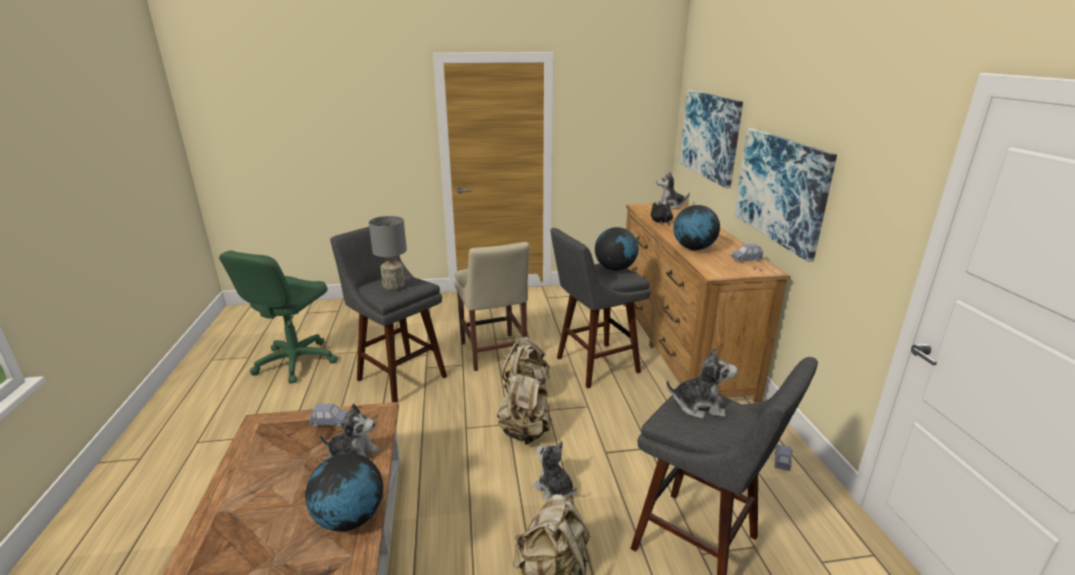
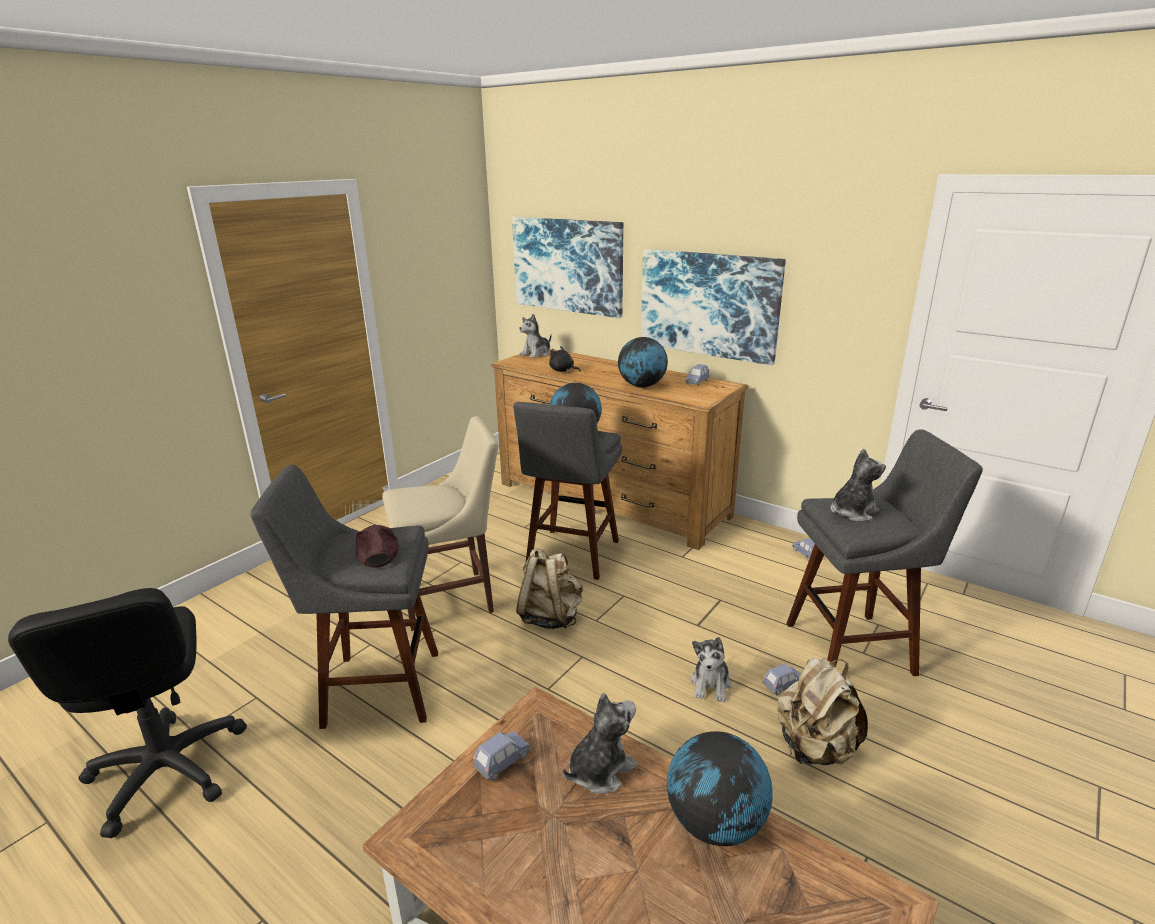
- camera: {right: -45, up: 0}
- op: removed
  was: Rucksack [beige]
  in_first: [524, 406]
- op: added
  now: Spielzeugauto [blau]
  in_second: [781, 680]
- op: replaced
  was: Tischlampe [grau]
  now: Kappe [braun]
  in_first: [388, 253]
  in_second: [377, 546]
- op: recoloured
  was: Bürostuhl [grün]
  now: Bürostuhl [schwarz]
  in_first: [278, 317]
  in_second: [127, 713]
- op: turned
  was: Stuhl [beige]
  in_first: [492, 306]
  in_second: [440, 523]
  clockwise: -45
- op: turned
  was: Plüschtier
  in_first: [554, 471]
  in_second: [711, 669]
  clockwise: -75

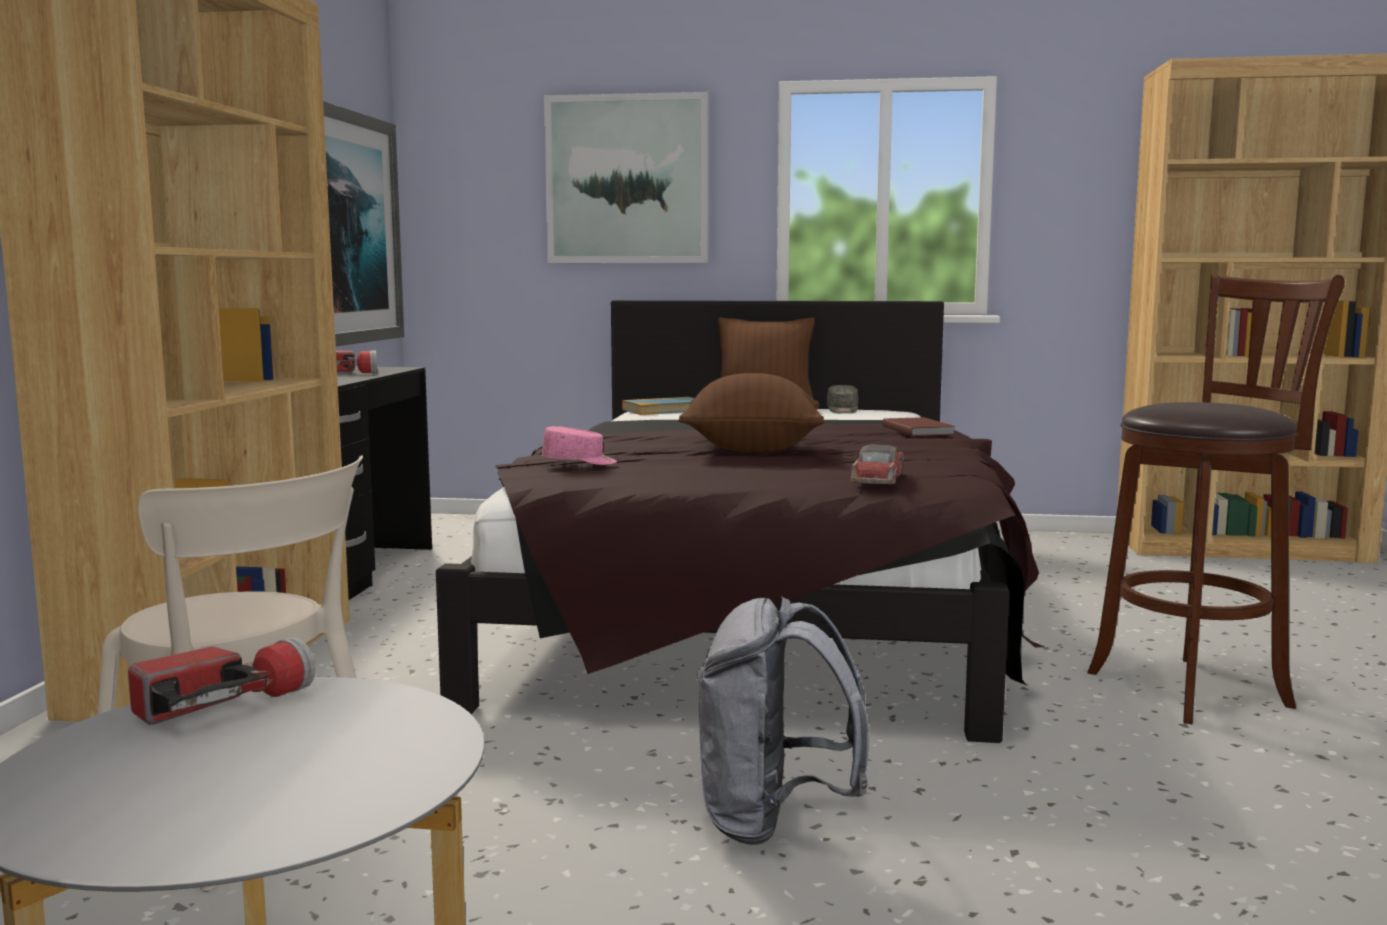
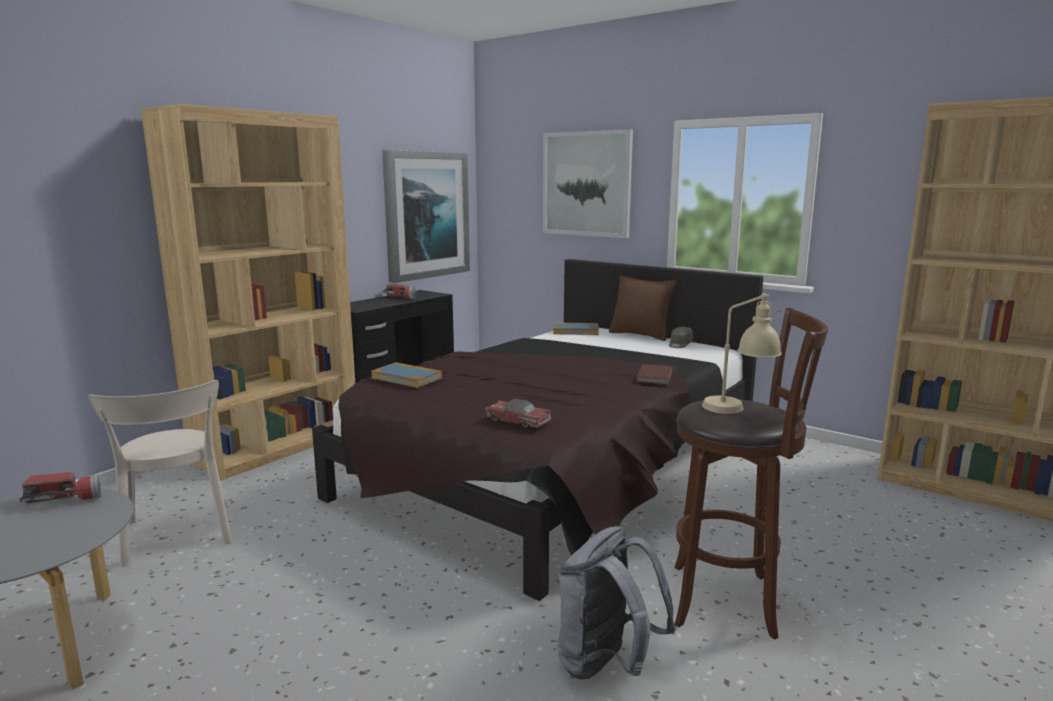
- camera: {right: 30, up: 5}
- op: removed
  was: Kissen [braun]
  in_first: [751, 413]
- op: added
  now: Tischlampe [beige]
  in_second: [742, 353]
- op: moved
  was: Rucksack [grau]
  in_first: [783, 720]
  in_second: [617, 602]
- op: replaced
  was: Kappe [rosa]
  now: Buch
  in_first: [579, 445]
  in_second: [406, 375]
- op: turned
  was: Spielzeugauto
  in_first: [877, 465]
  in_second: [518, 413]
  clockwise: -105

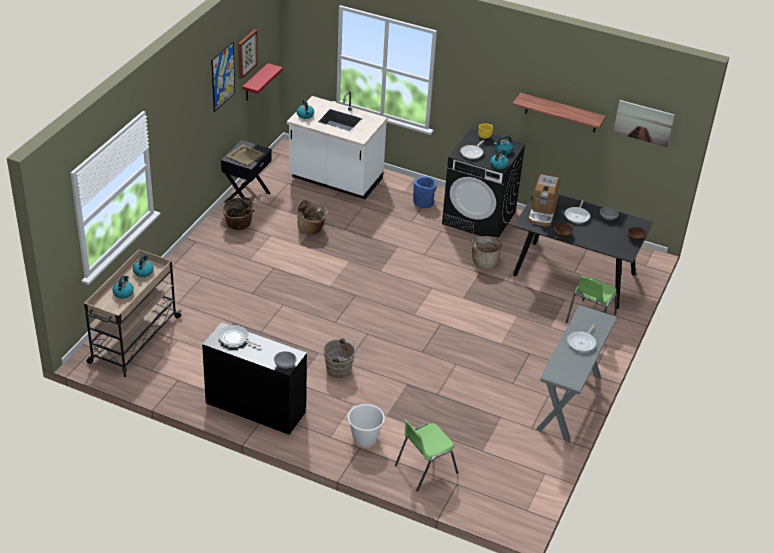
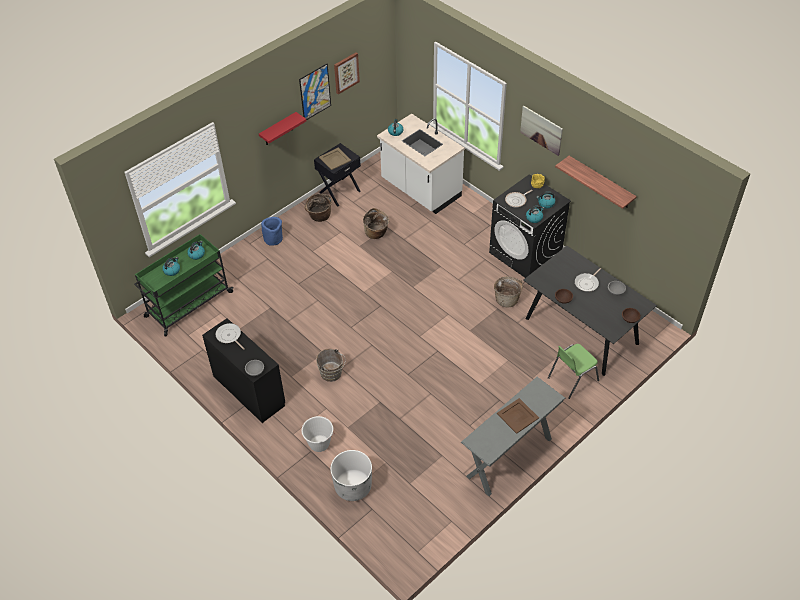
- camera: {right: 25, up: 10}
- op: removed
  was: Kaffeemaschine
  in_first: [544, 200]
- op: moved
  was: Wandregal [rot]
  in_first: [262, 82]
  in_second: [282, 128]
- op: moved
  was: Pflanzkübel [blau]
  in_first: [425, 192]
  in_second: [272, 231]
- op: moved
  was: Bild
  in_first: [644, 123]
  in_second: [541, 131]
- op: replaced
  was: Stuhl [grün]
  now: Pflanzkübel [weiß]
  in_first: [426, 455]
  in_second: [351, 475]
- op: replaced
  was: Pfanne
  now: Tablett [braun]
  in_first: [581, 338]
  in_second: [518, 416]
- op: recoloured
  was: Rollwagen [beige]
  now: Rollwagen [grün]
  in_first: [133, 313]
  in_second: [184, 285]

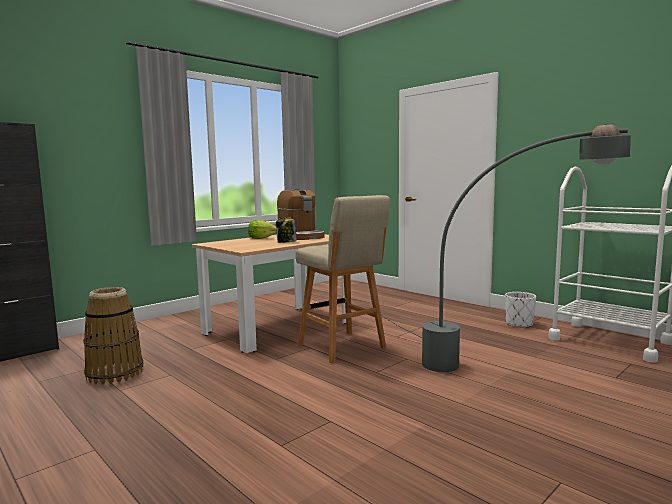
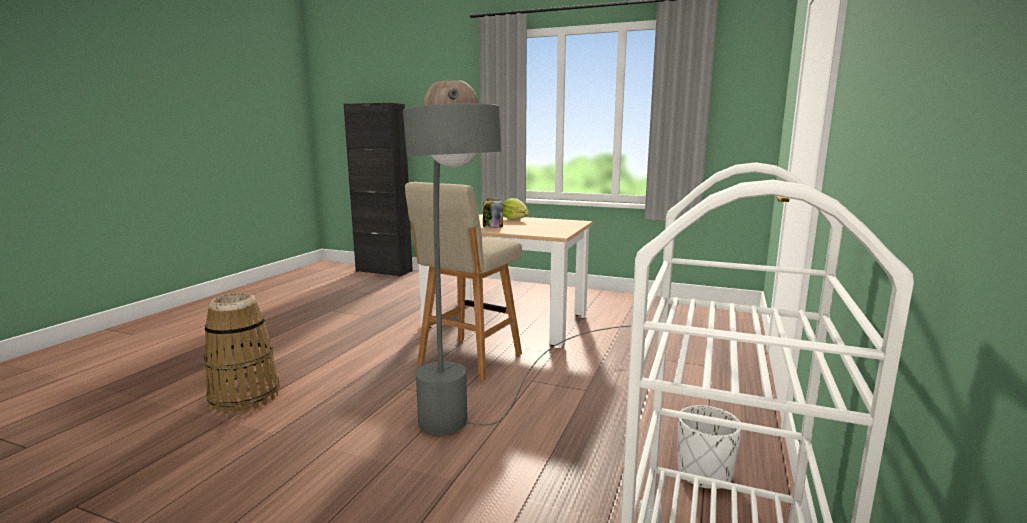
- camera: {right: 65, up: 5}
- op: removed
  was: Kaffeemaschine
  in_first: [301, 214]
- op: moved
  was: Korb
  in_first: [113, 336]
  in_second: [242, 353]

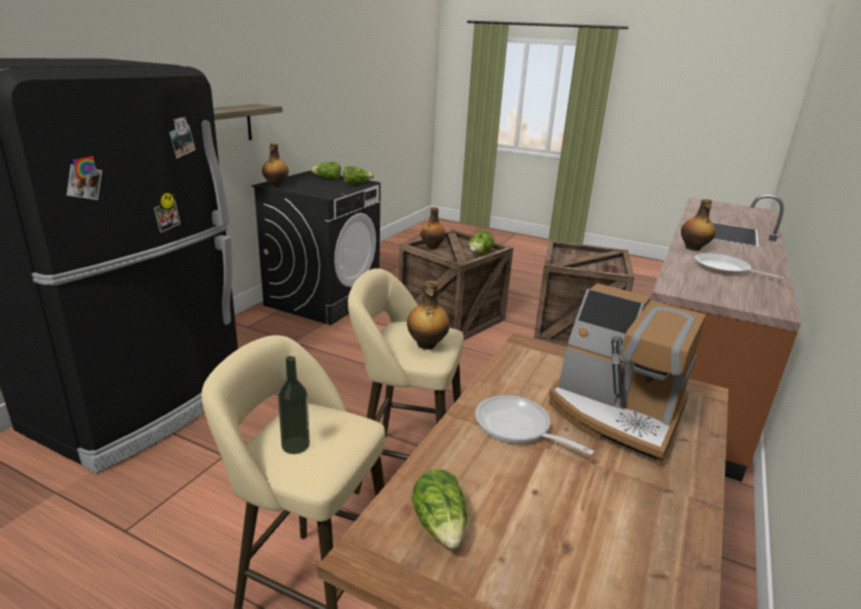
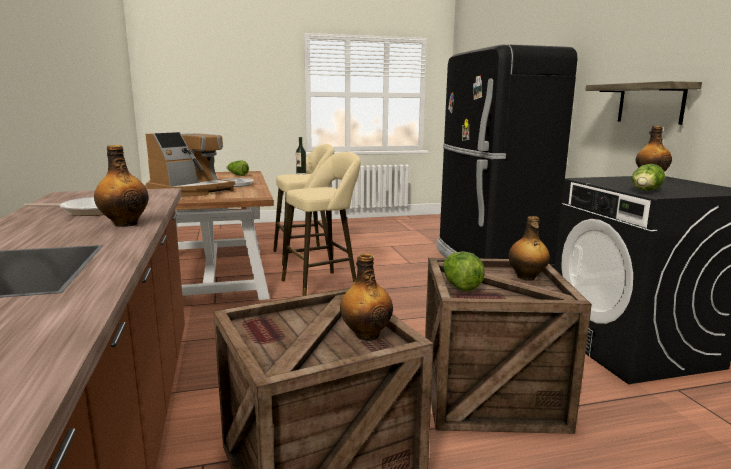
- camera: {right: 140, up: -10}
- op: removed
  was: Salatkopf
  in_first: [326, 171]
- op: moved
  was: Flasche
  in_first: [428, 315]
  in_second: [366, 297]
- op: turned
  was: Kaffeemaschine
  in_first: [627, 375]
  in_second: [190, 164]
  clockwise: 135

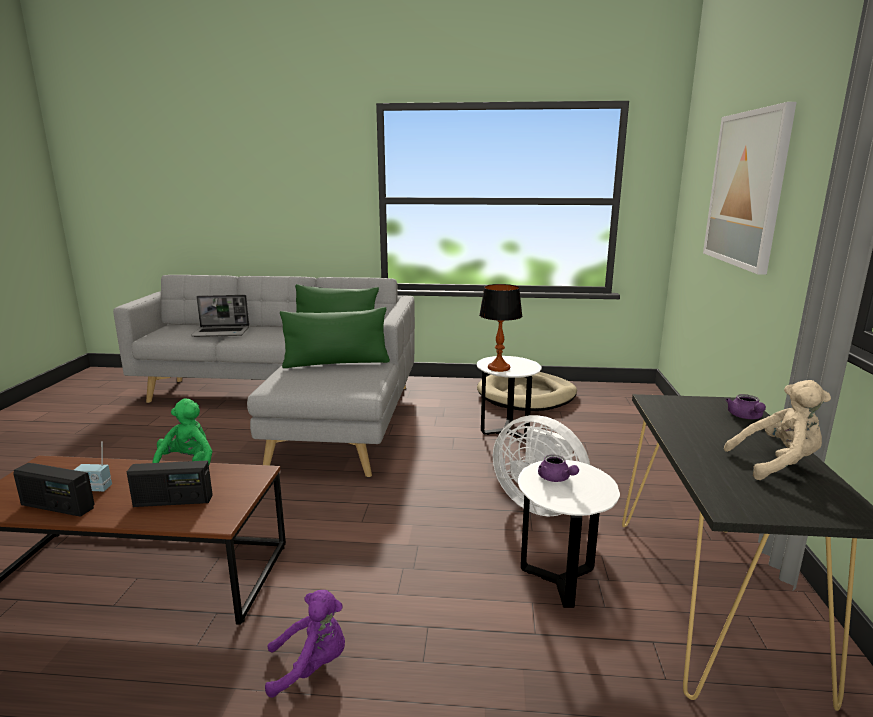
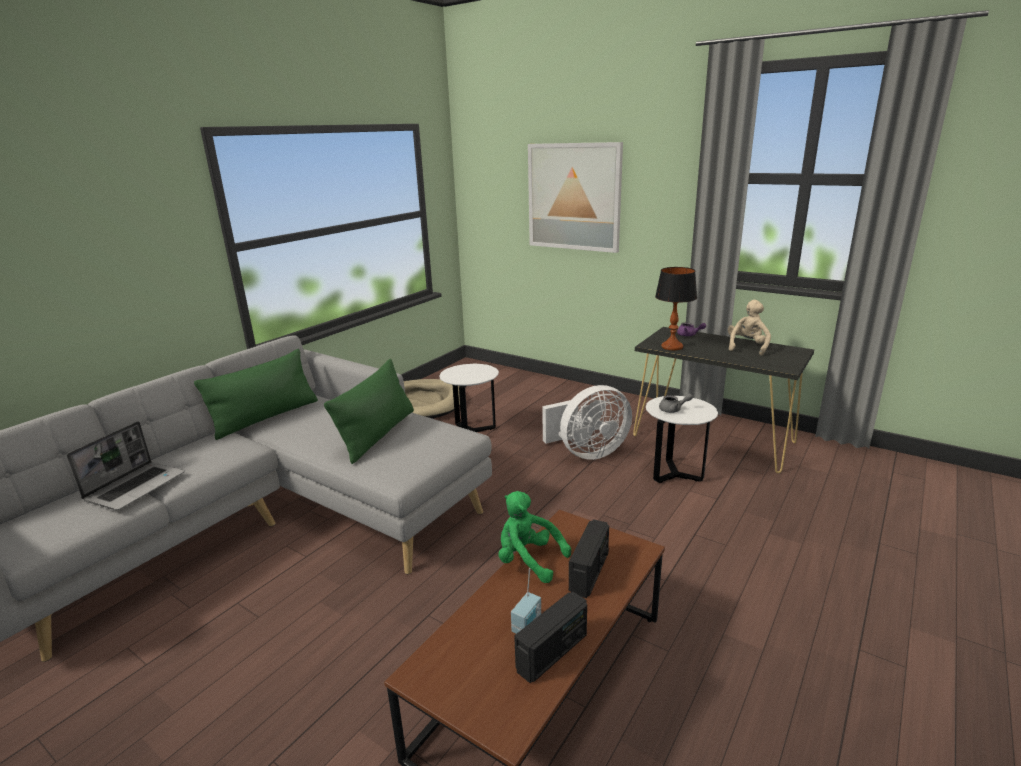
- camera: {right: -60, up: 5}
- op: removed
  was: Plüschtier [lila]
  in_first: [305, 644]
- op: moved
  was: Tischlampe
  in_first: [501, 328]
  in_second: [676, 308]
- op: recoloured
  was: Teekanne [lila]
  now: Teekanne [grau]
  in_first: [558, 468]
  in_second: [676, 403]

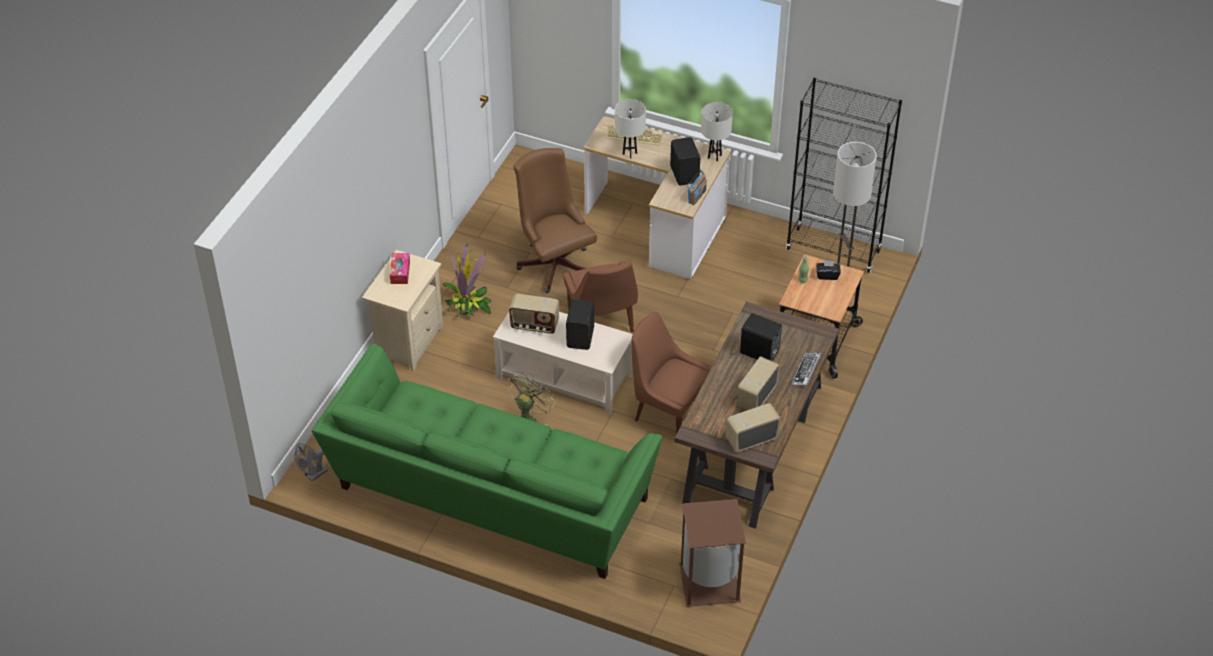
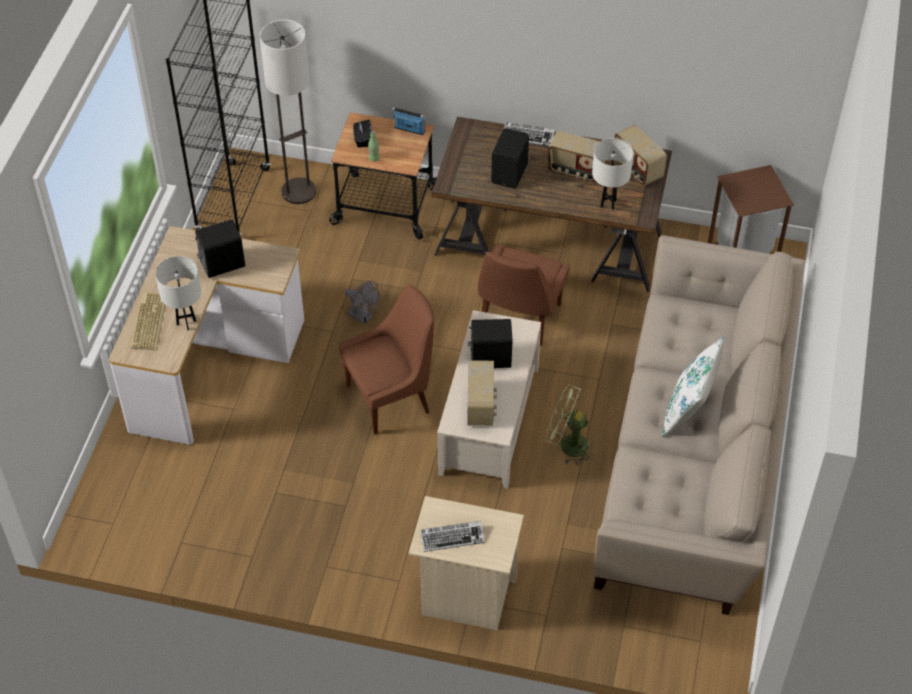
- camera: {right: -100, up: 5}
- op: removed
  was: Topfpflanze
  in_first: [466, 280]
- op: removed
  was: Bürostuhl [braun]
  in_first: [555, 220]
- op: added
  now: Kissen [weiß]
  in_second: [693, 387]
- op: moved
  was: Ventilator [grau]
  in_first: [311, 462]
  in_second: [362, 302]
- op: moved
  was: Radio
  in_first: [697, 187]
  in_second: [409, 121]
- op: moved
  was: Tischlampe [weiß]
  in_first: [717, 131]
  in_second: [613, 174]
- op: replaced
  was: Taschentuchbox
  now: Tastatur
  in_first: [400, 268]
  in_second: [452, 536]
- op: recoloured
  was: Sofa [grün]
  now: Sofa [beige]
  in_first: [487, 461]
  in_second: [699, 425]

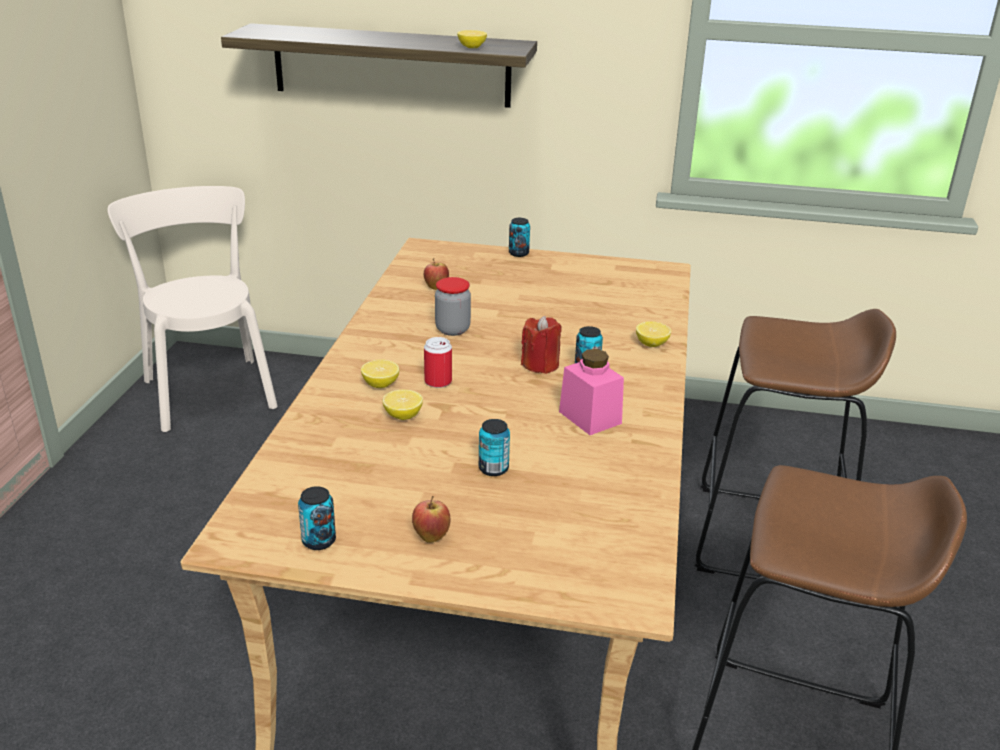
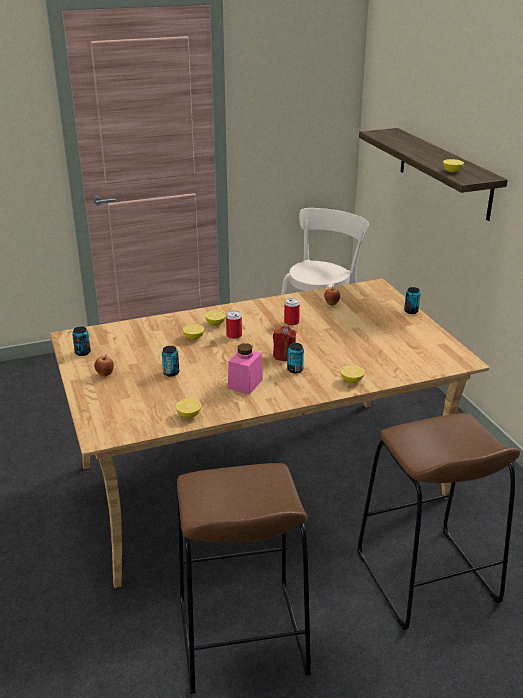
- camera: {right: 60, up: 0}
- op: added
  now: Zitrone
  in_second: [188, 408]
- op: replaced
  was: Vorratsglas
  now: Dose
  in_first: [453, 306]
  in_second: [292, 312]

